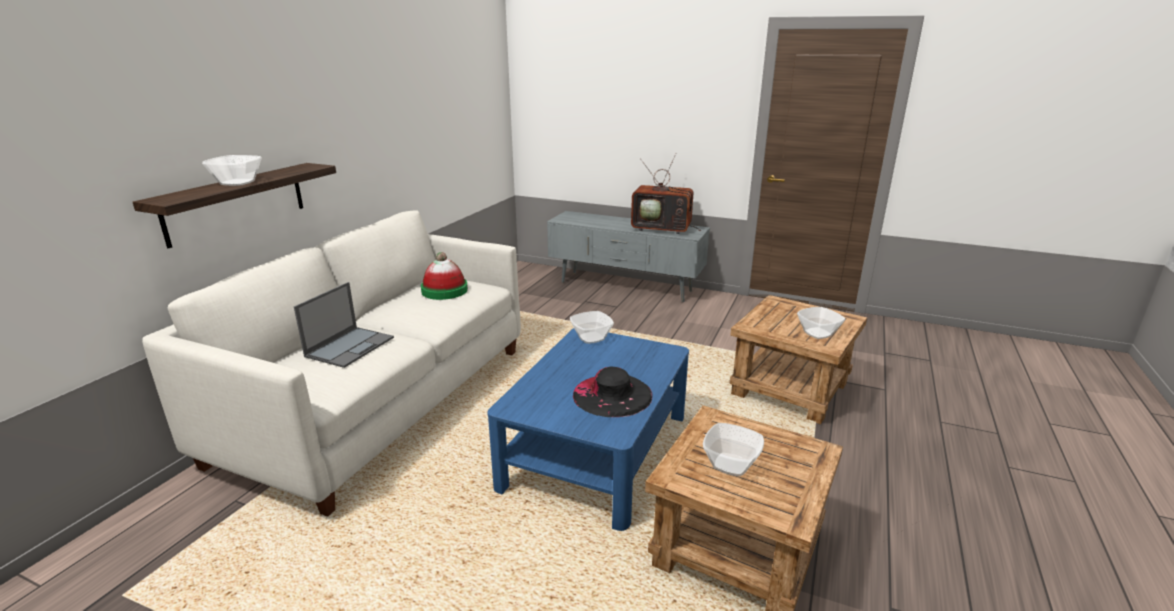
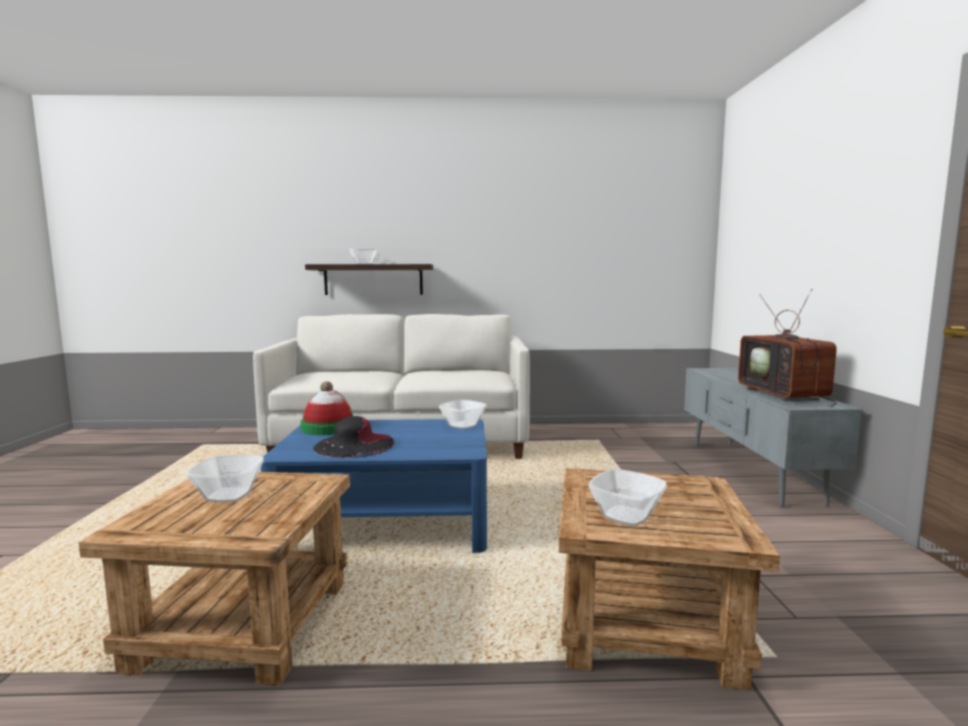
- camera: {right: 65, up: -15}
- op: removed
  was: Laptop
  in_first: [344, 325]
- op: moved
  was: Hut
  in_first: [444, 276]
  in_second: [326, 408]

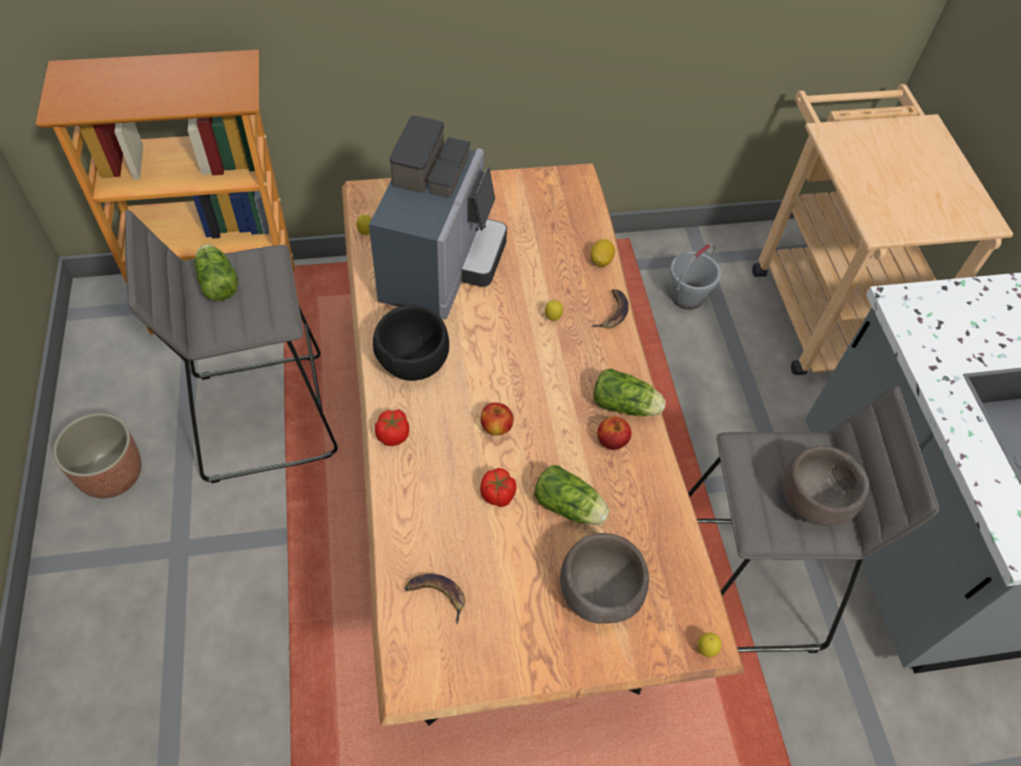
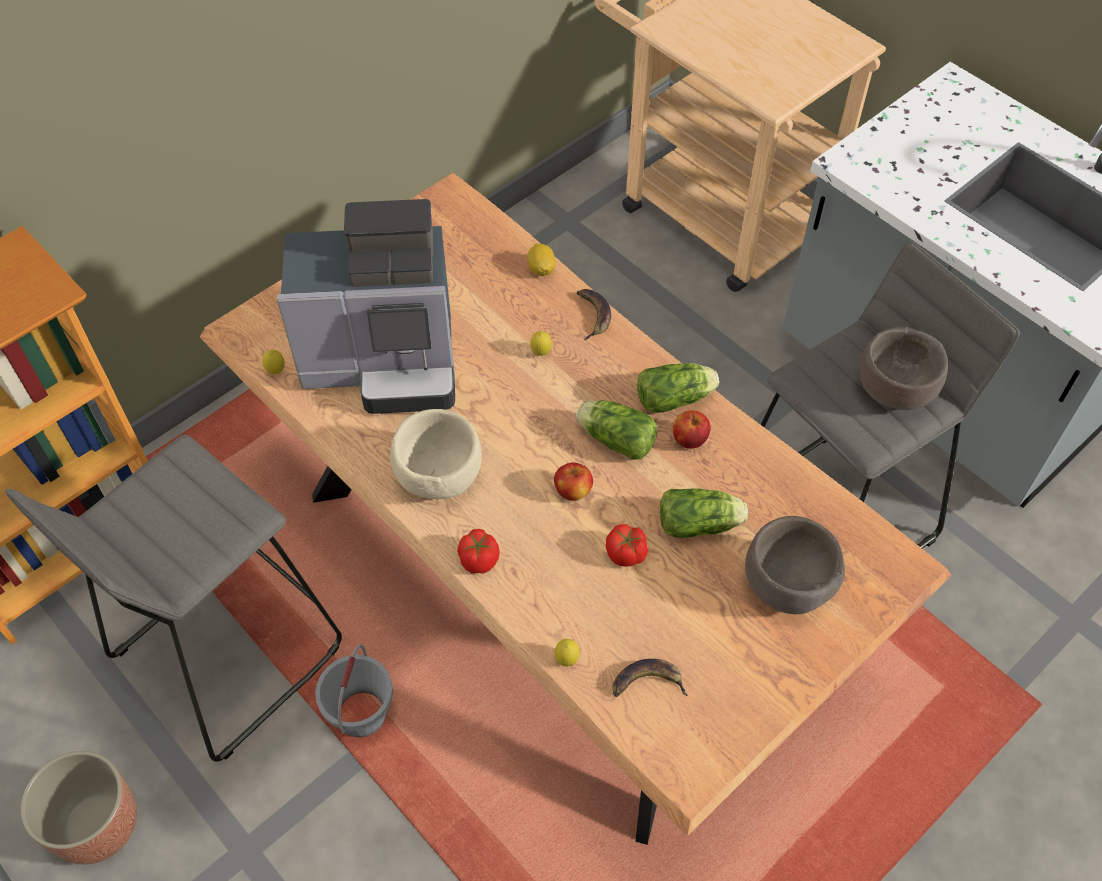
- camera: {right: -30, up: 0}
- op: moved
  was: Salatkopf
  in_first: [216, 272]
  in_second: [616, 430]
- op: moved
  was: Eimer [grau]
  in_first: [695, 276]
  in_second: [354, 690]
- op: moved
  was: Zitrone
  in_first: [710, 644]
  in_second: [567, 652]
- op: recoloured
  was: Schüssel [schwarz]
  now: Schüssel [beige]
  in_first: [411, 343]
  in_second: [436, 454]
- op: turned
  was: Kaffeemaschine
  in_first: [438, 217]
  in_second: [366, 306]
  clockwise: 105

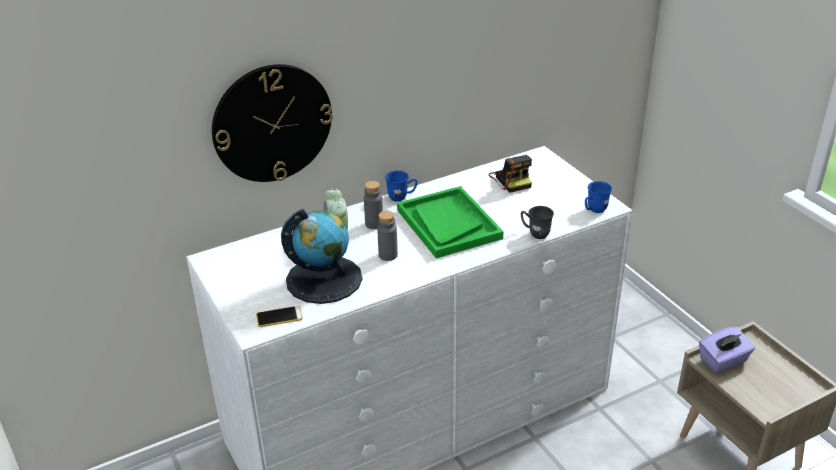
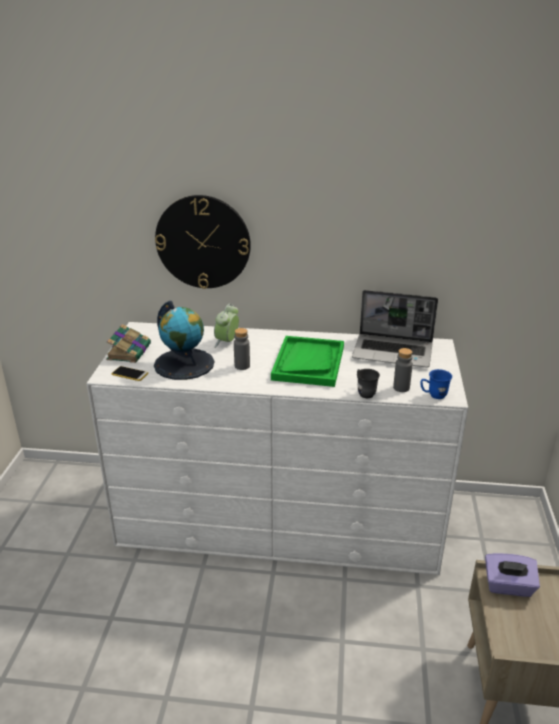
- camera: {right: 35, up: -5}
- op: removed
  was: Henkelbecher [blau]
  in_first: [401, 185]
- op: added
  now: Buch
  in_second: [128, 343]
- op: moved
  was: Flasche [grau]
  in_first: [373, 205]
  in_second: [403, 370]
- op: replaced
  was: Kamera
  now: Laptop
  in_first: [510, 174]
  in_second: [395, 329]

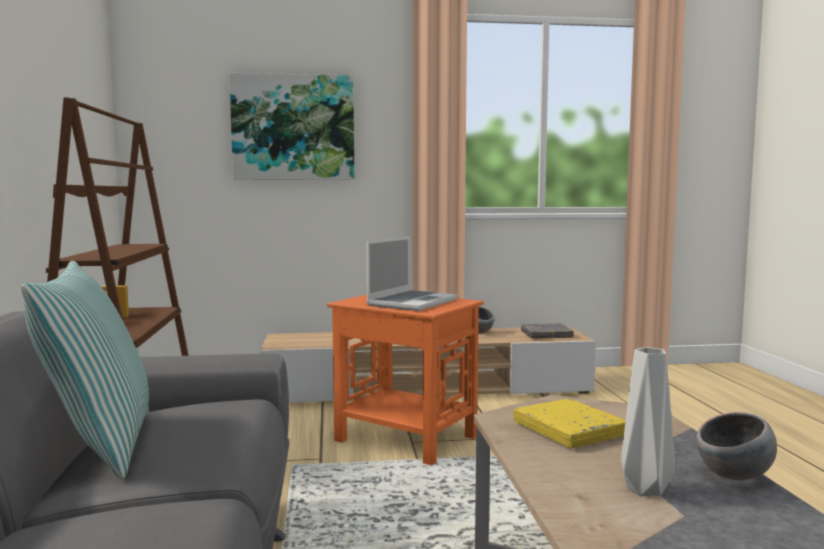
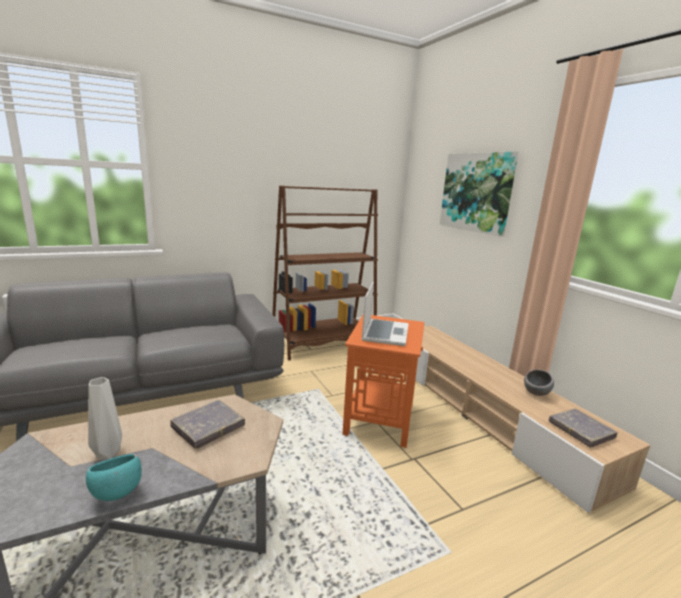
- camera: {right: 70, up: 10}
- op: removed
  was: Kissen
  in_first: [85, 370]
- op: recoloured
  was: Buch [gelb]
  now: Buch [grau]
  in_first: [569, 423]
  in_second: [207, 424]
- op: recoloured
  was: Schüssel [grau]
  now: Schüssel [türkis]
  in_first: [736, 446]
  in_second: [114, 477]
- op: turned
  was: Laptop
  in_first: [411, 274]
  in_second: [385, 314]
  clockwise: -90

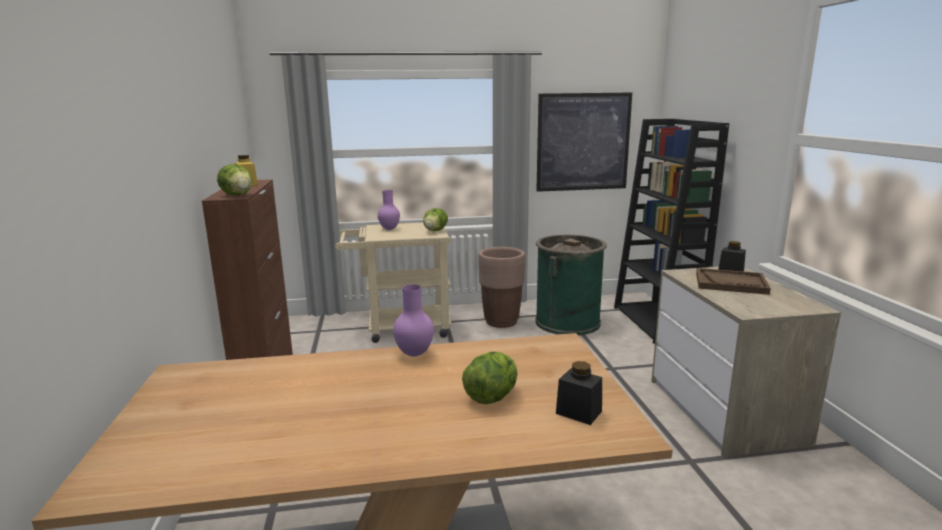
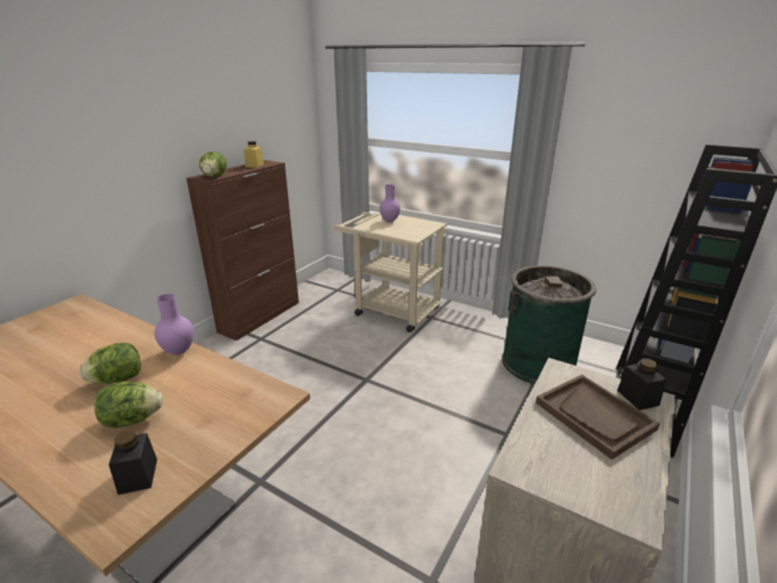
- camera: {right: 40, up: 10}
- op: removed
  was: Pflanzkübel [braun]
  in_first: [501, 287]
- op: removed
  was: Bild
  in_first: [584, 142]
- op: moved
  was: Salatkopf
  in_first: [435, 219]
  in_second: [110, 363]

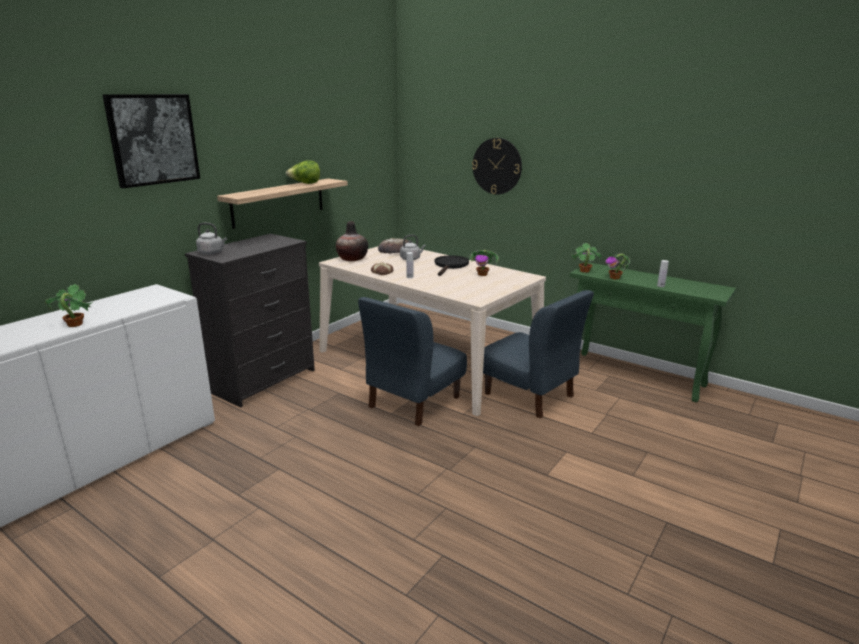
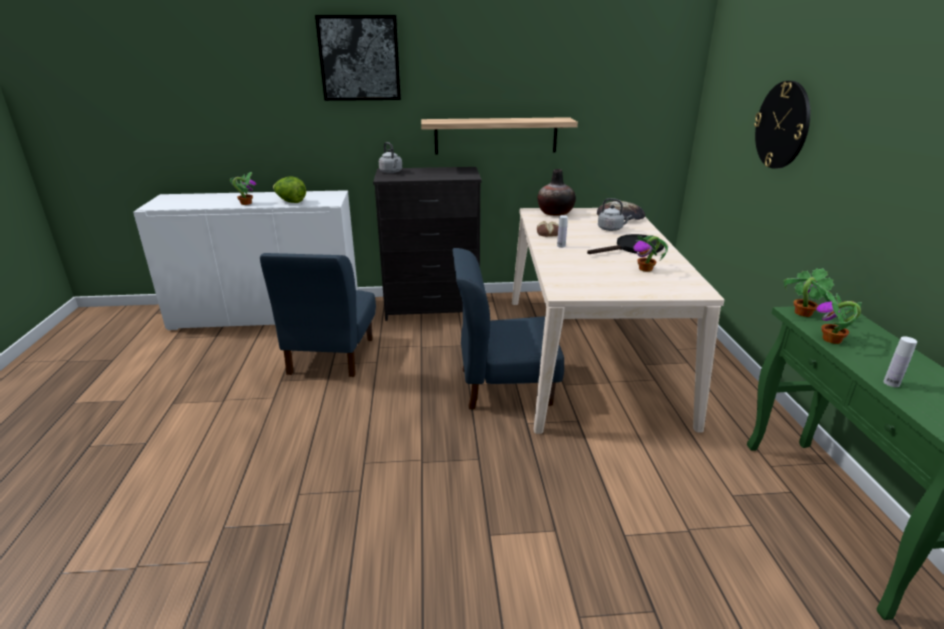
- camera: {right: 50, up: 5}
- op: moved
  was: Salatkopf
  in_first: [303, 172]
  in_second: [289, 189]
- op: moved
  was: Stuhl [blau]
  in_first: [538, 354]
  in_second: [318, 315]

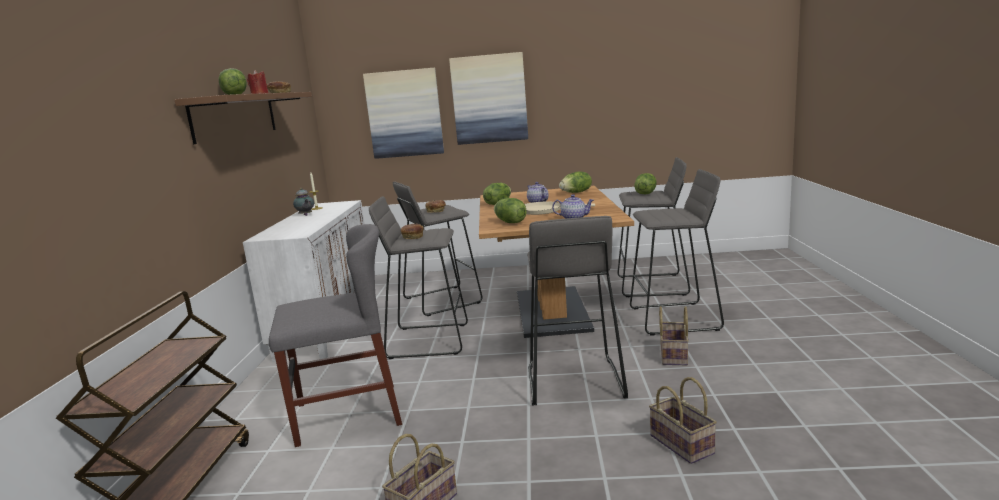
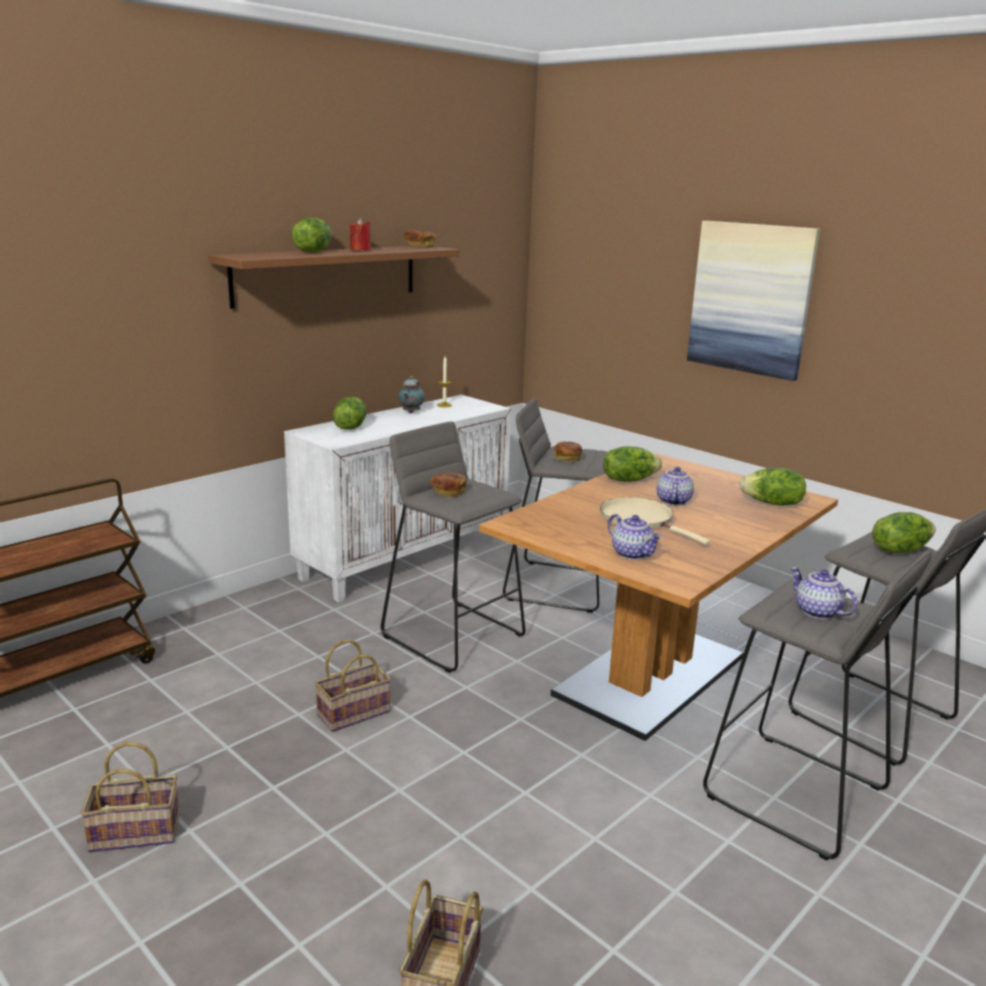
- camera: {right: 40, up: 5}
- op: removed
  was: Stuhl [grau]
  in_first: [335, 335]
- op: removed
  was: Bild
  in_first: [403, 113]
- op: removed
  was: Hocker [grau]
  in_first: [577, 310]
- op: added
  now: Teekanne
  in_second: [824, 593]
- op: moved
  was: Salatkopf
  in_first: [510, 210]
  in_second: [349, 413]
- op: moved
  was: Korb
  in_first: [674, 335]
  in_second: [352, 685]

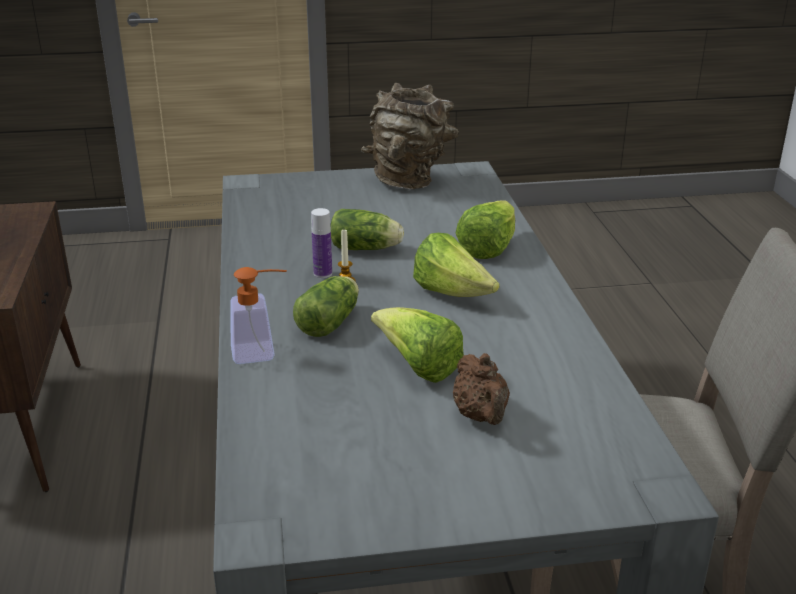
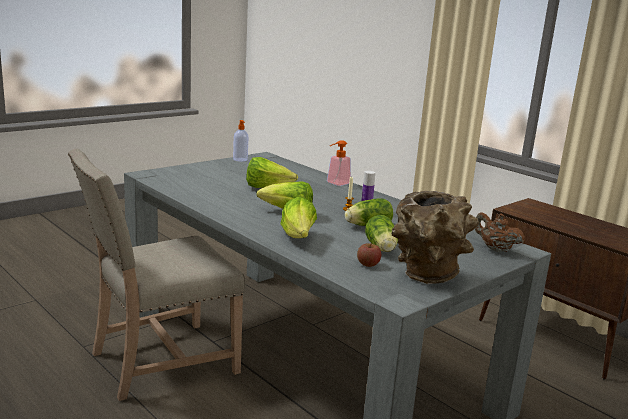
- camera: {right: 145, up: -10}
- op: added
  now: Seifenspender
  in_second: [240, 140]
- op: added
  now: Apfel
  in_second: [369, 255]
- op: moved
  was: Salatkopf
  in_first: [326, 306]
  in_second: [381, 233]
- op: moved
  was: Teekanne [braun]
  in_first: [481, 389]
  in_second: [500, 232]

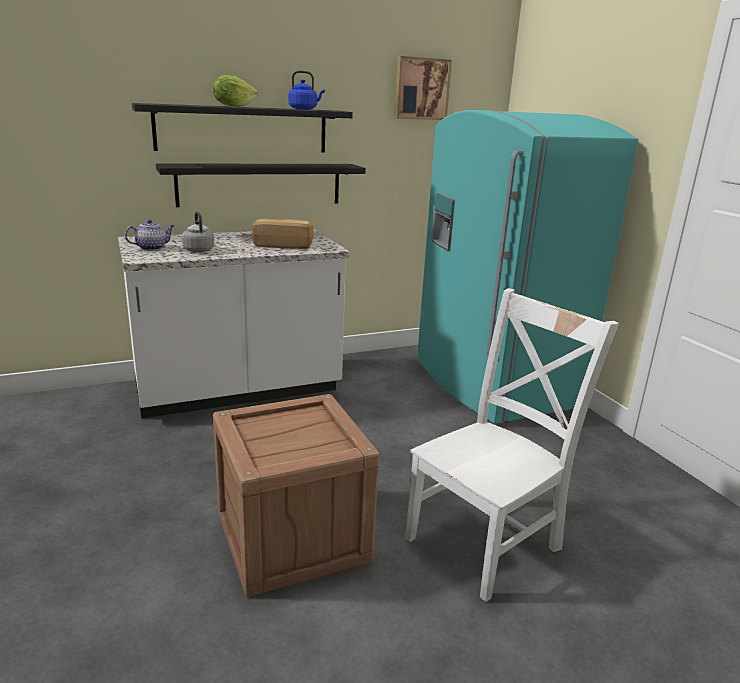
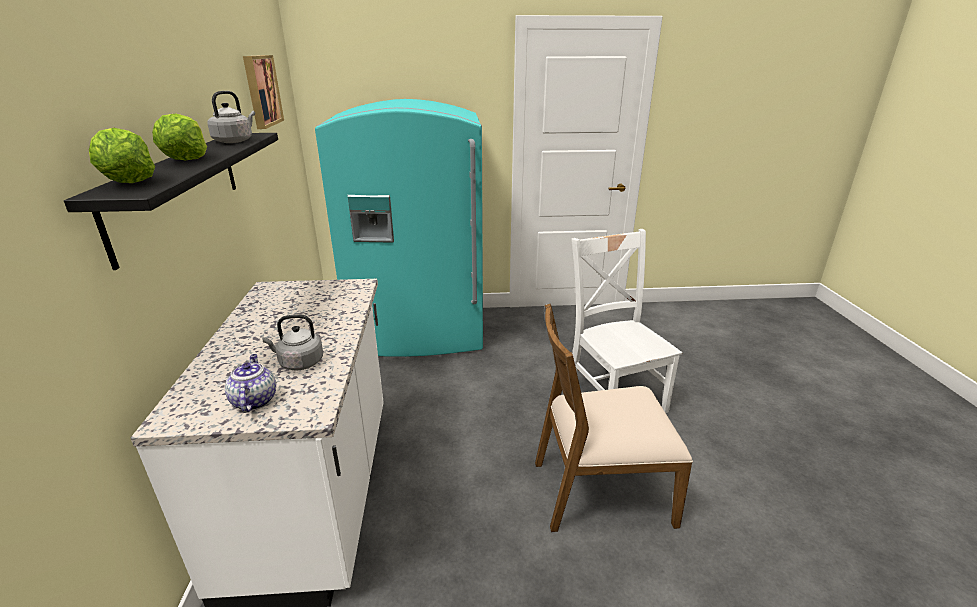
- camera: {right: -70, up: 5}
- op: removed
  was: Wandregal [schwarz]
  in_first: [261, 185]
- op: removed
  was: Brot
  in_first: [283, 233]
- op: added
  now: Salatkopf
  in_second: [122, 155]
- op: replaced
  was: Kiste
  now: Stuhl [braun]
  in_first: [296, 495]
  in_second: [614, 418]
- op: recoloured
  was: Wasserkessel [blau]
  now: Wasserkessel [grau]
  in_first: [307, 90]
  in_second: [231, 117]

